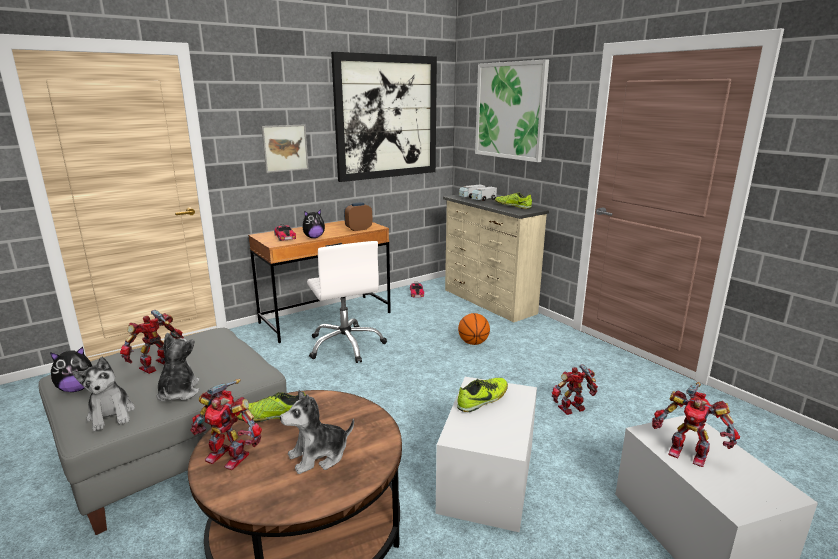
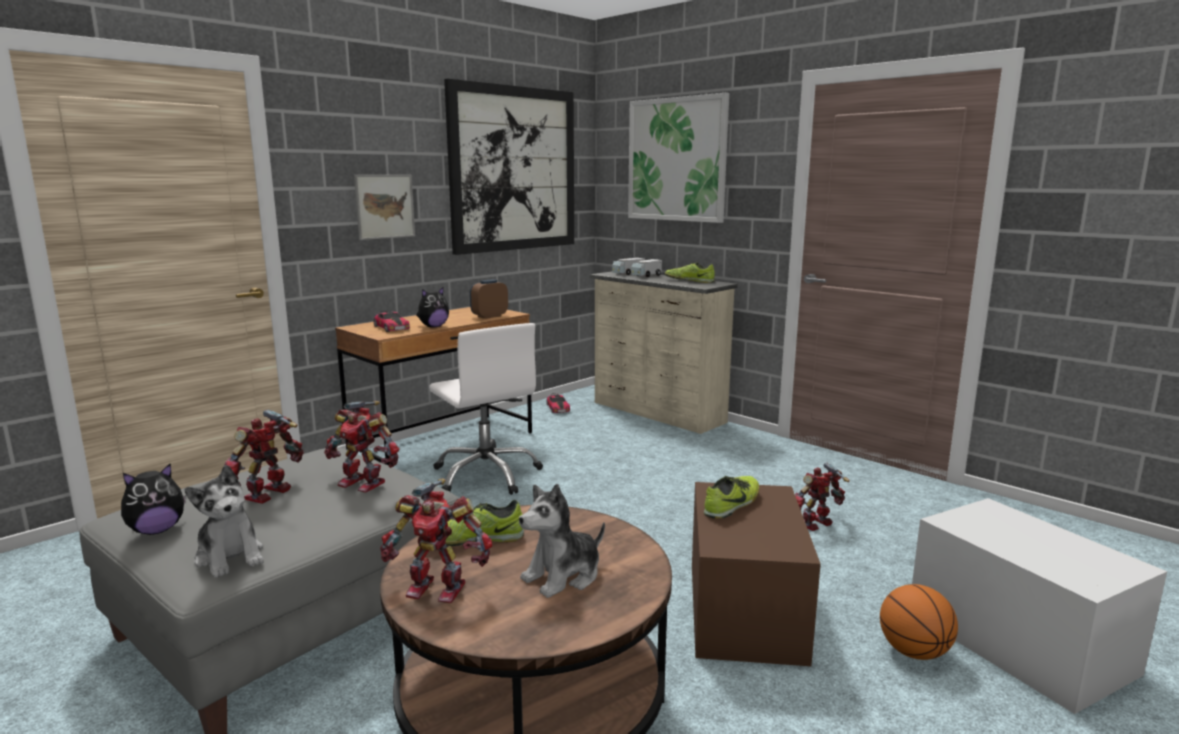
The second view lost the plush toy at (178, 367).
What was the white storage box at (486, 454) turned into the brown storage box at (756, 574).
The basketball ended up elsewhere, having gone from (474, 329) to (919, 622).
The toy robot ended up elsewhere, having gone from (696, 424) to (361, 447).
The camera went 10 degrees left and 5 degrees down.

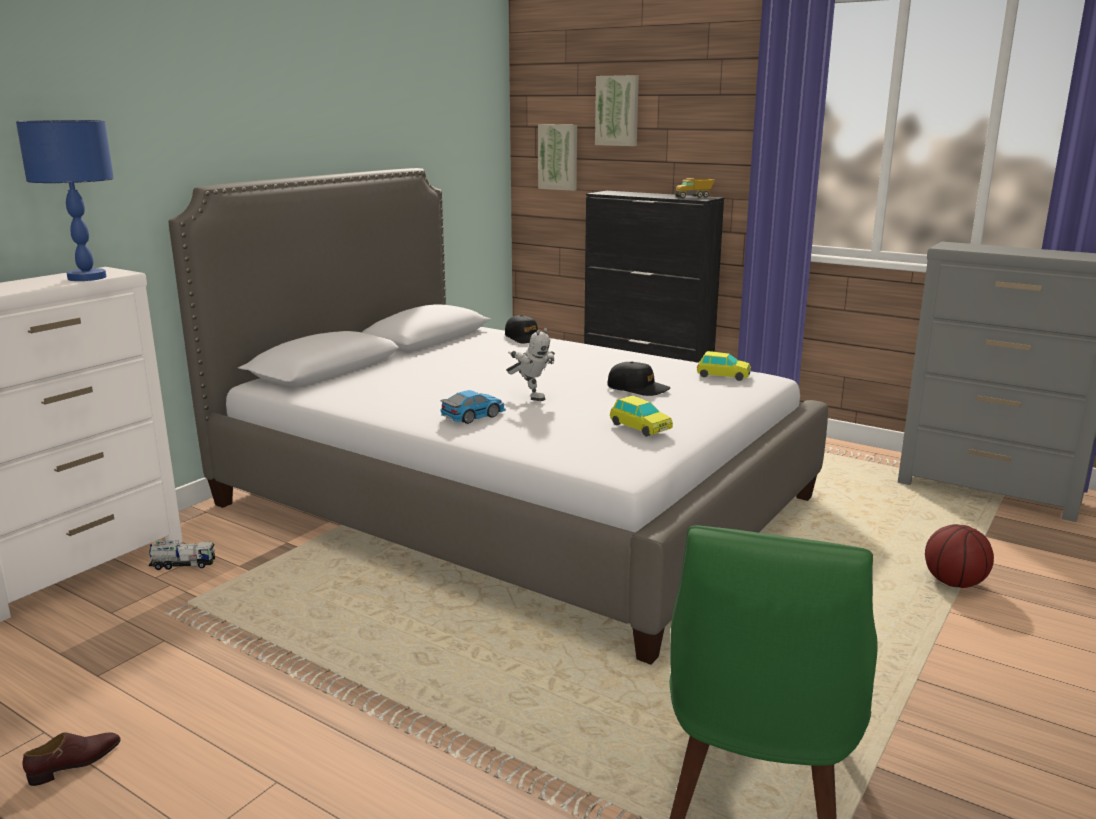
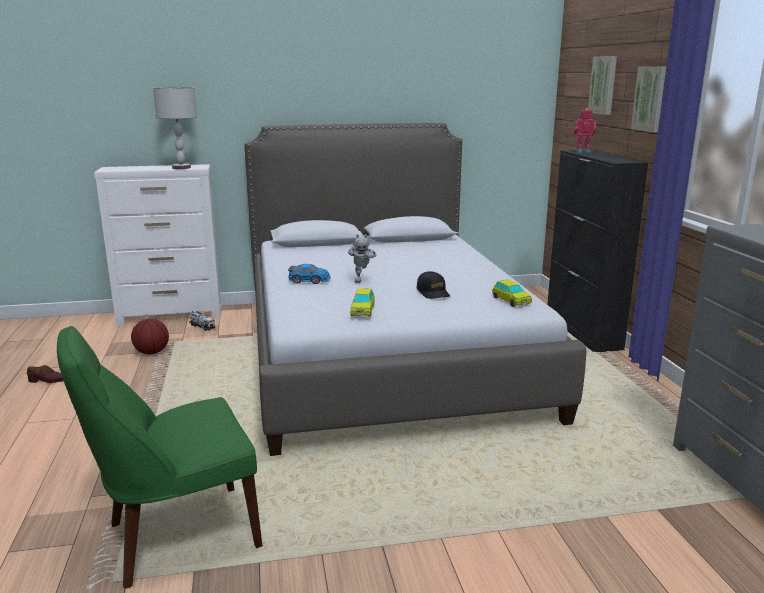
What was the blue table lamp at (65, 200) turned into the grey table lamp at (175, 128).
The second view lost the black cap at (521, 329).
The picture ended up elsewhere, having gone from (557, 157) to (648, 99).
The second view lost the toy truck at (695, 188).
The basketball ended up elsewhere, having gone from (959, 556) to (150, 337).
The second view gained the toy robot at (584, 130).
The camera went 45 degrees right and 0 degrees up.

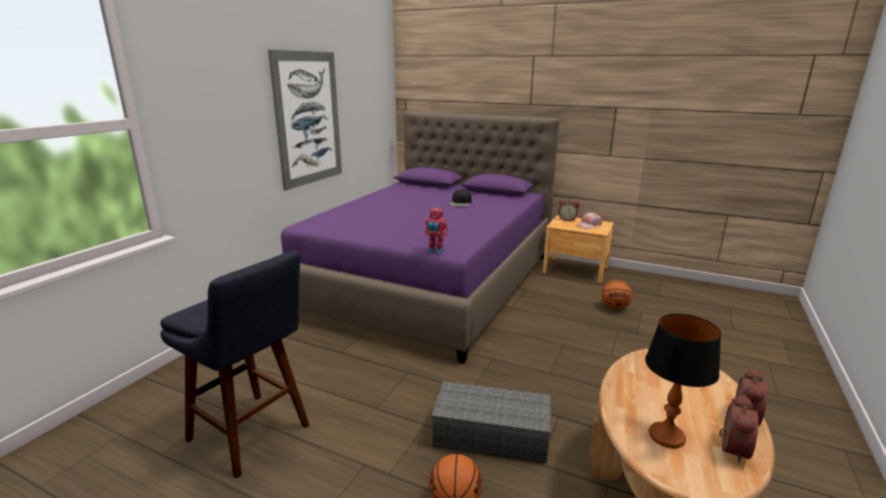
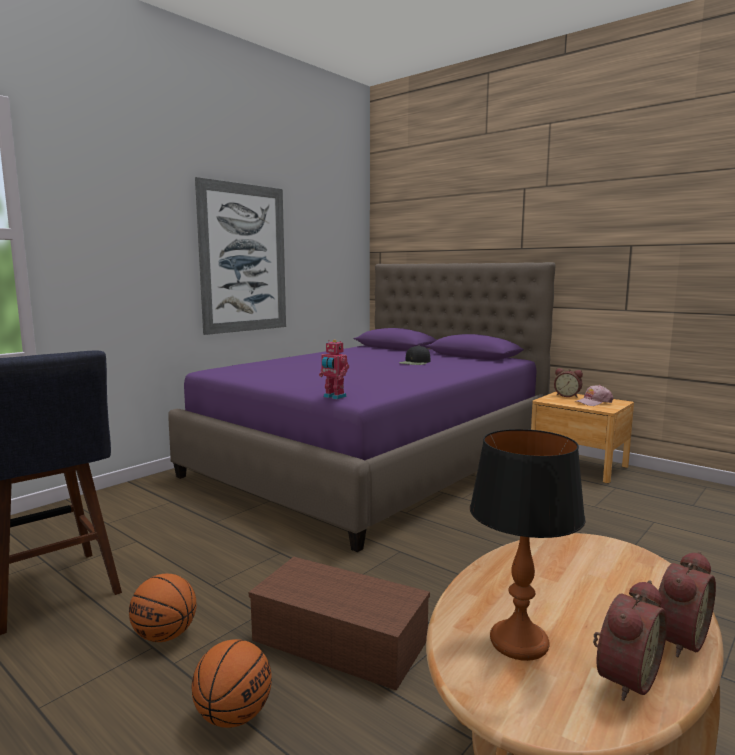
What was the grey storage box at (491, 422) turned into the brown storage box at (339, 624).
The basketball ended up elsewhere, having gone from (617, 294) to (163, 608).
The camera went 15 degrees right and 10 degrees down.

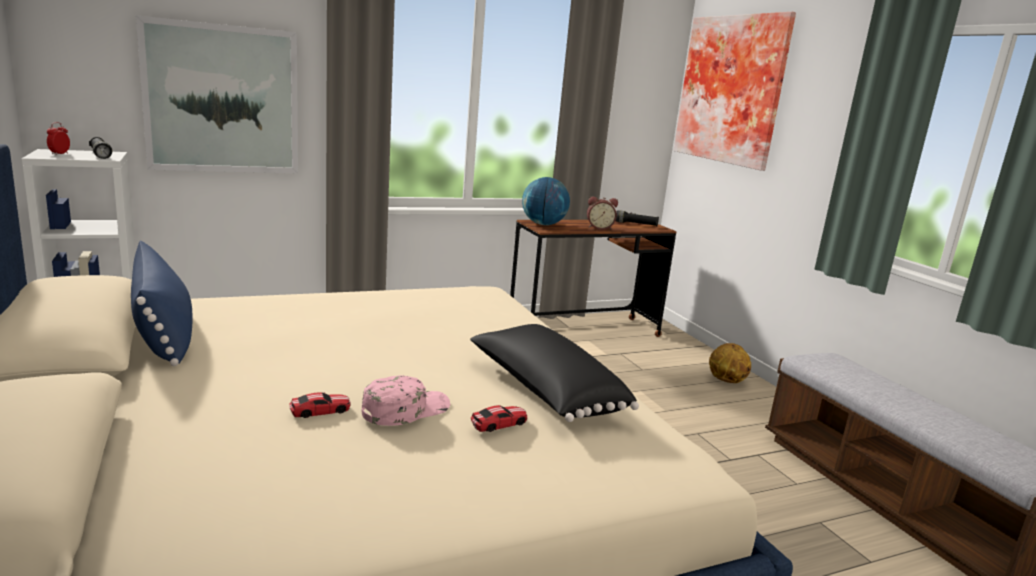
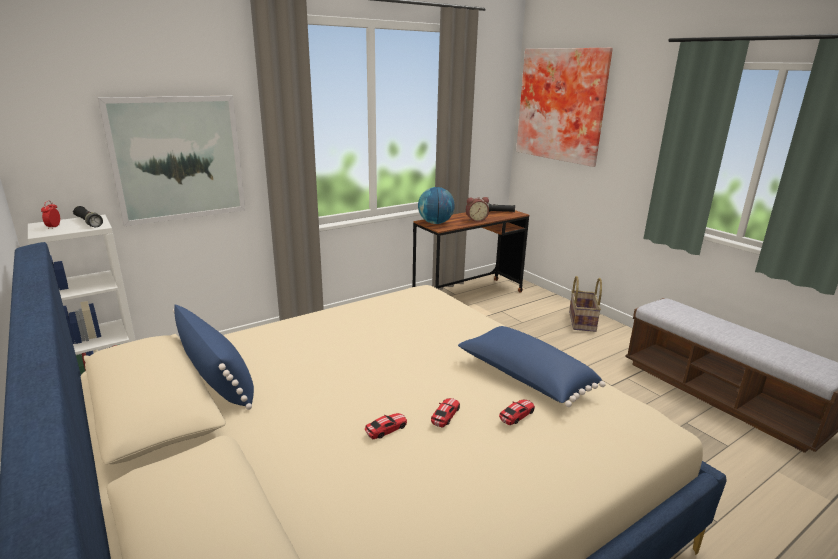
Where the pink cap stood at (406, 400), the toy car came to stand at (445, 413).
What was the black pillow at (554, 373) turned into the blue pillow at (532, 366).
Where the basketball stood at (730, 363), the basket came to stand at (585, 304).
The camera went 10 degrees left and 5 degrees up.

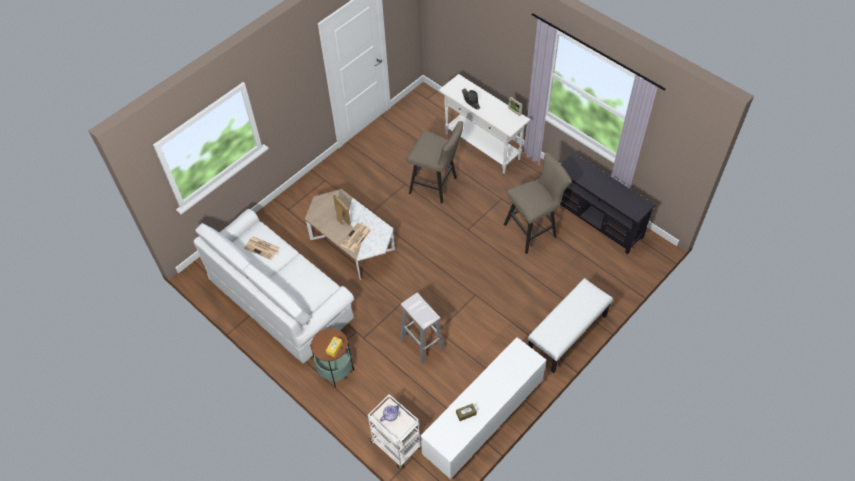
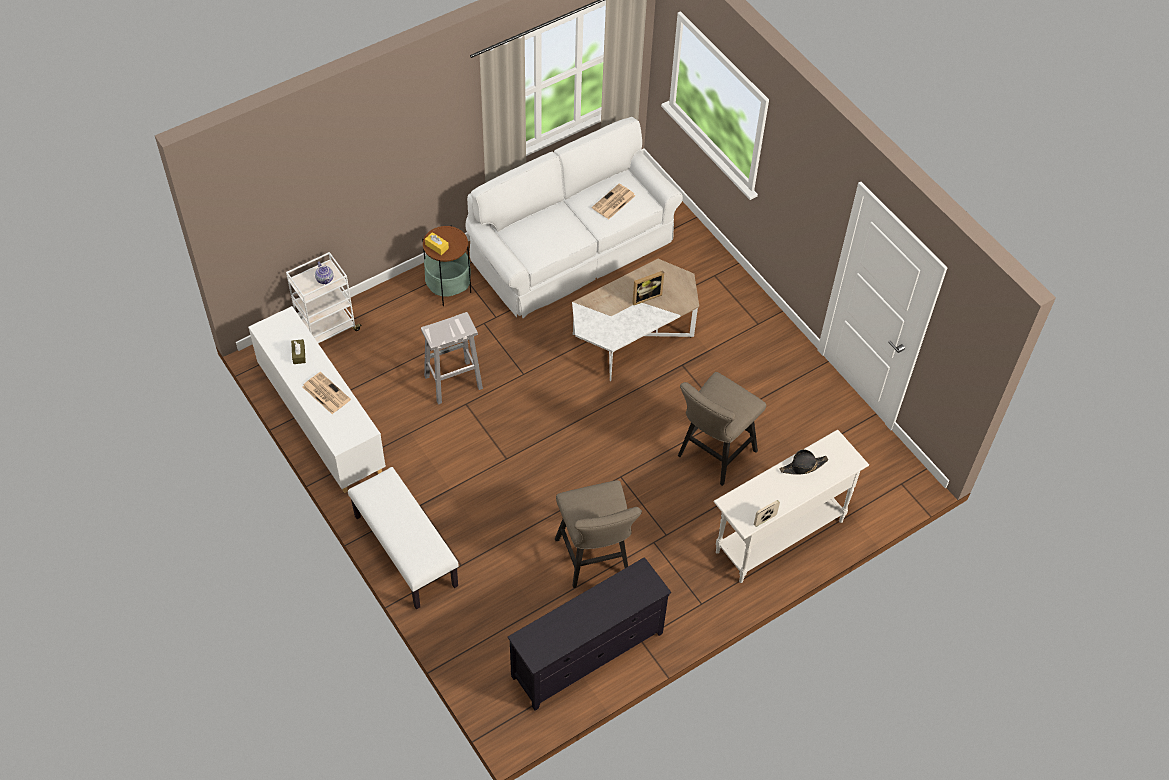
The newspaper ended up elsewhere, having gone from (355, 237) to (327, 393).
The camera went 100 degrees right and 0 degrees up.

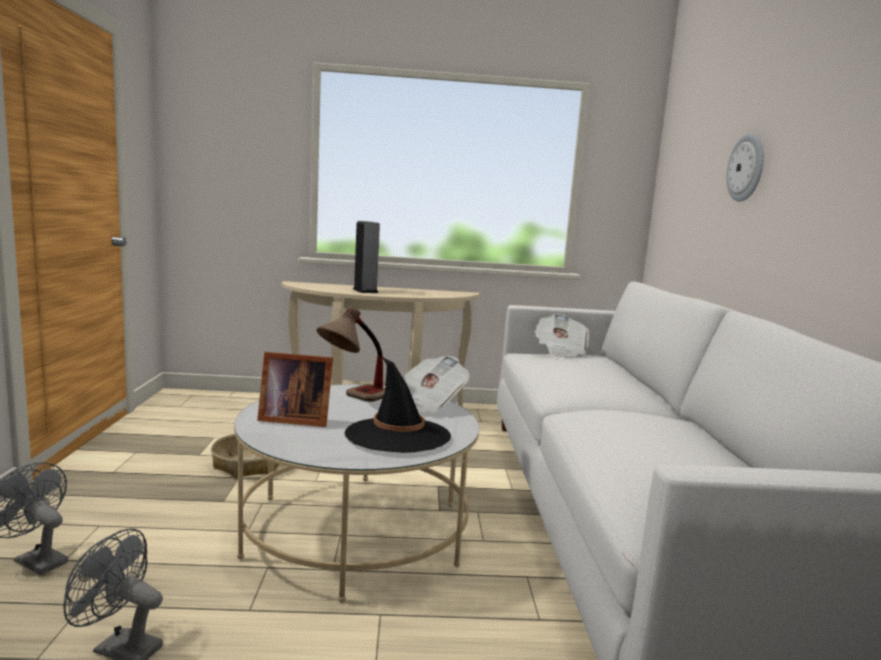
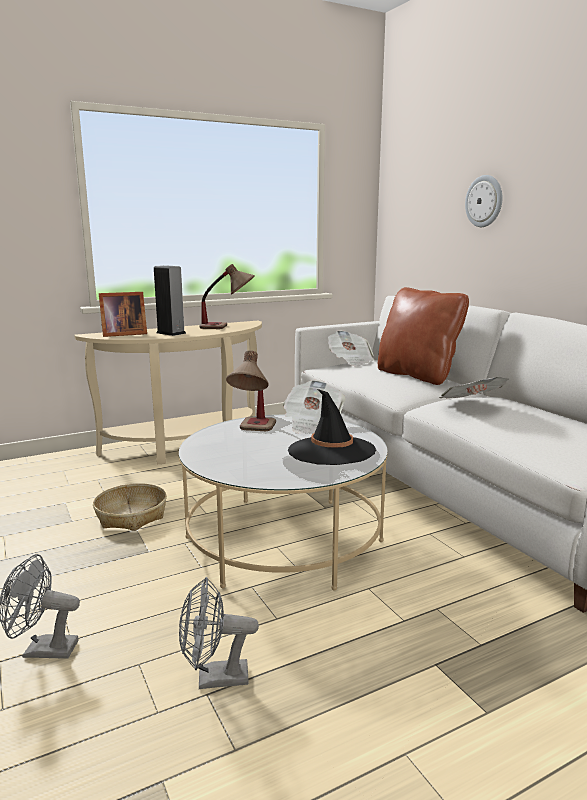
The picture frame ended up elsewhere, having gone from (295, 389) to (123, 314).
The second view gained the table lamp at (227, 296).
The second view gained the brown pillow at (423, 336).
The second view gained the newspaper at (474, 387).
The camera went 25 degrees left and 5 degrees up.

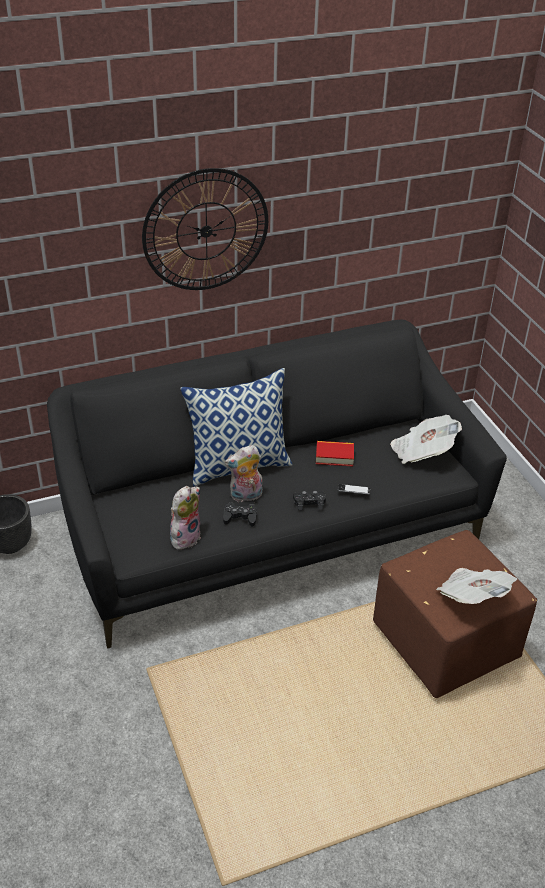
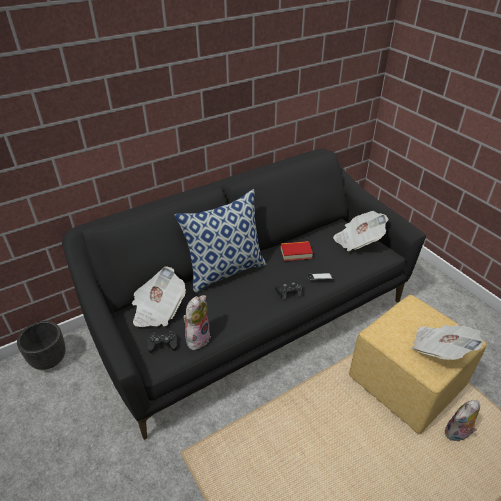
The second view lost the wall clock at (205, 229).
The black game controller ended up elsewhere, having gone from (240, 514) to (162, 342).
The plush toy ended up elsewhere, having gone from (243, 473) to (462, 421).
What was the brown ottoman at (455, 614) turned into the yellow ottoman at (418, 364).
The second view gained the newspaper at (159, 296).
The camera went 10 degrees left and 0 degrees up.

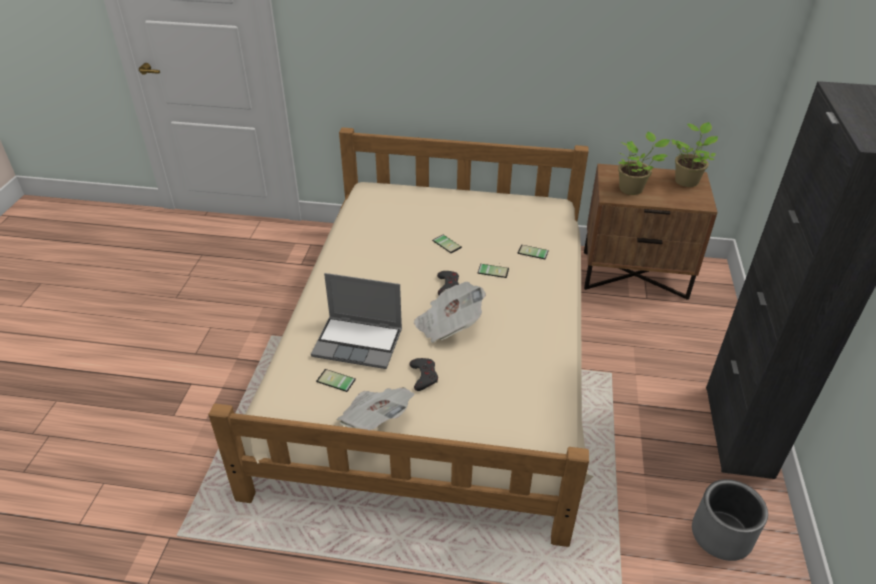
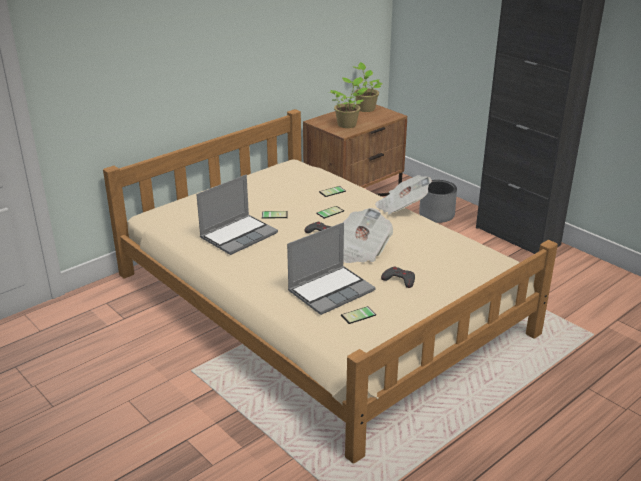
The newspaper ended up elsewhere, having gone from (375, 408) to (403, 194).
The grey planter ended up elsewhere, having gone from (730, 520) to (438, 201).
The second view gained the laptop at (237, 215).
The camera went 50 degrees left and 10 degrees down.

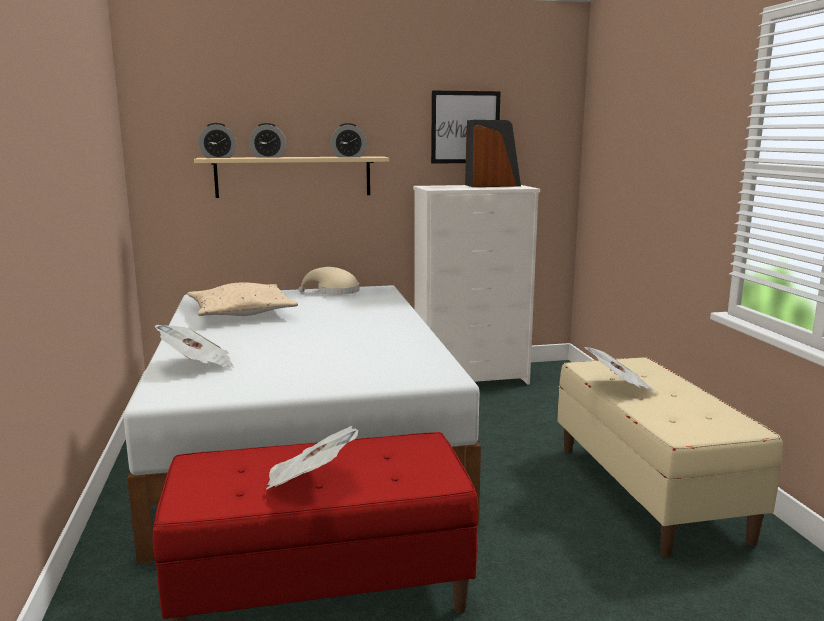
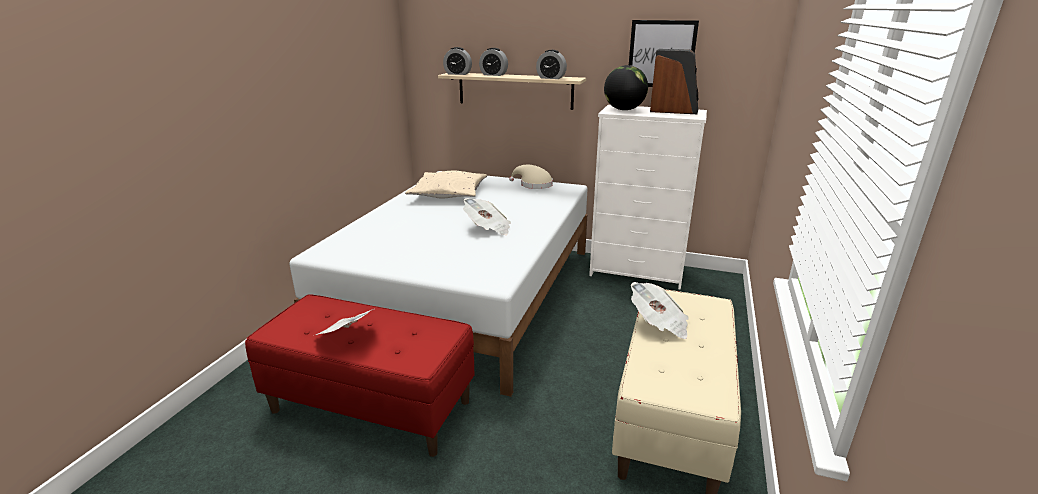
The newspaper ended up elsewhere, having gone from (194, 346) to (487, 216).
The second view gained the globe at (626, 87).
The camera went 30 degrees right and 10 degrees up.

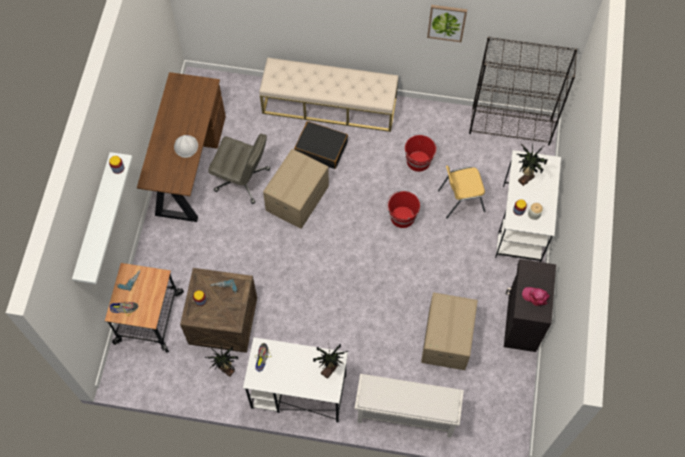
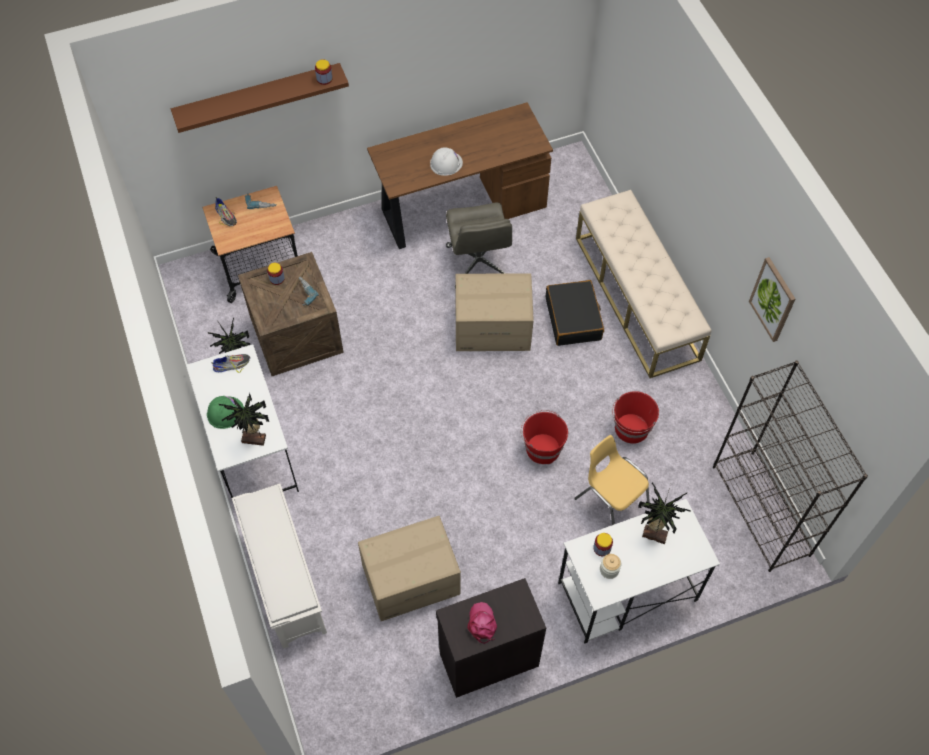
What was the white shelf at (102, 218) turned into the brown shelf at (260, 98).
The second view gained the green hard hat at (225, 412).
The camera went 60 degrees right and 5 degrees down.

